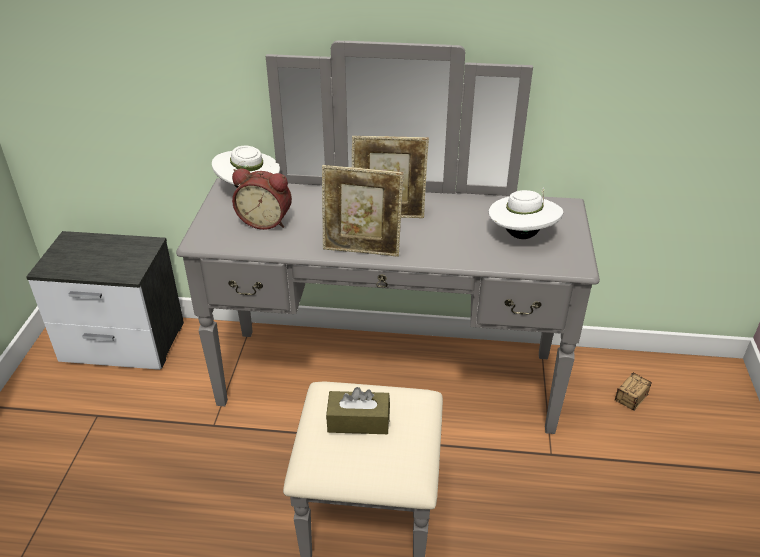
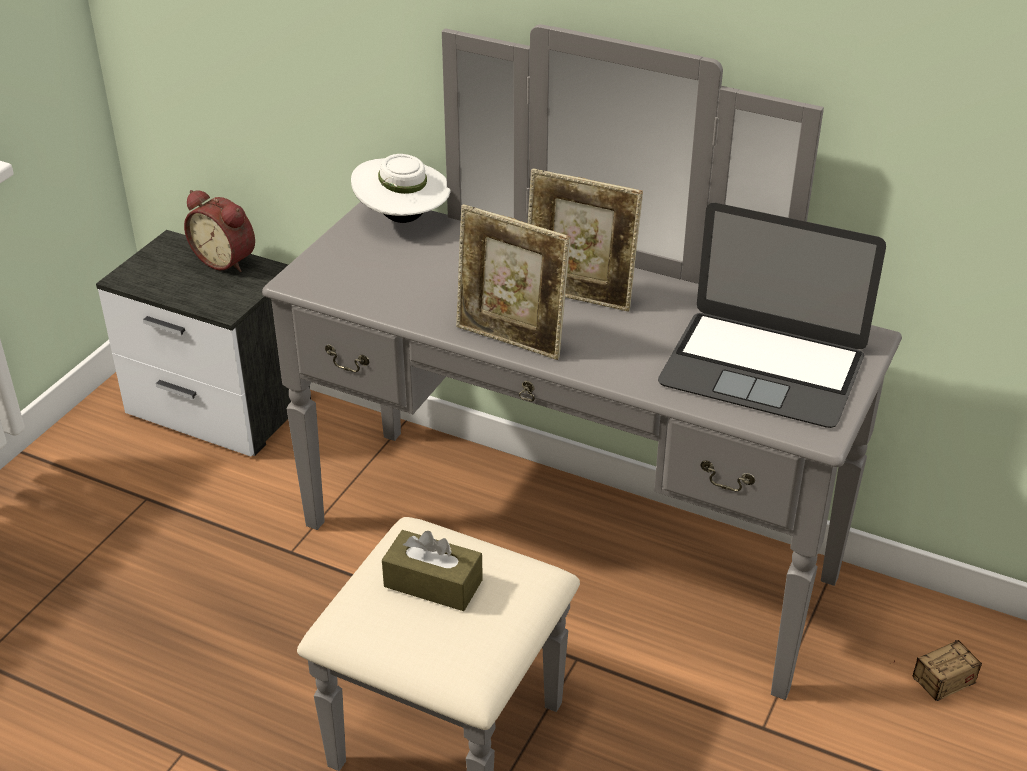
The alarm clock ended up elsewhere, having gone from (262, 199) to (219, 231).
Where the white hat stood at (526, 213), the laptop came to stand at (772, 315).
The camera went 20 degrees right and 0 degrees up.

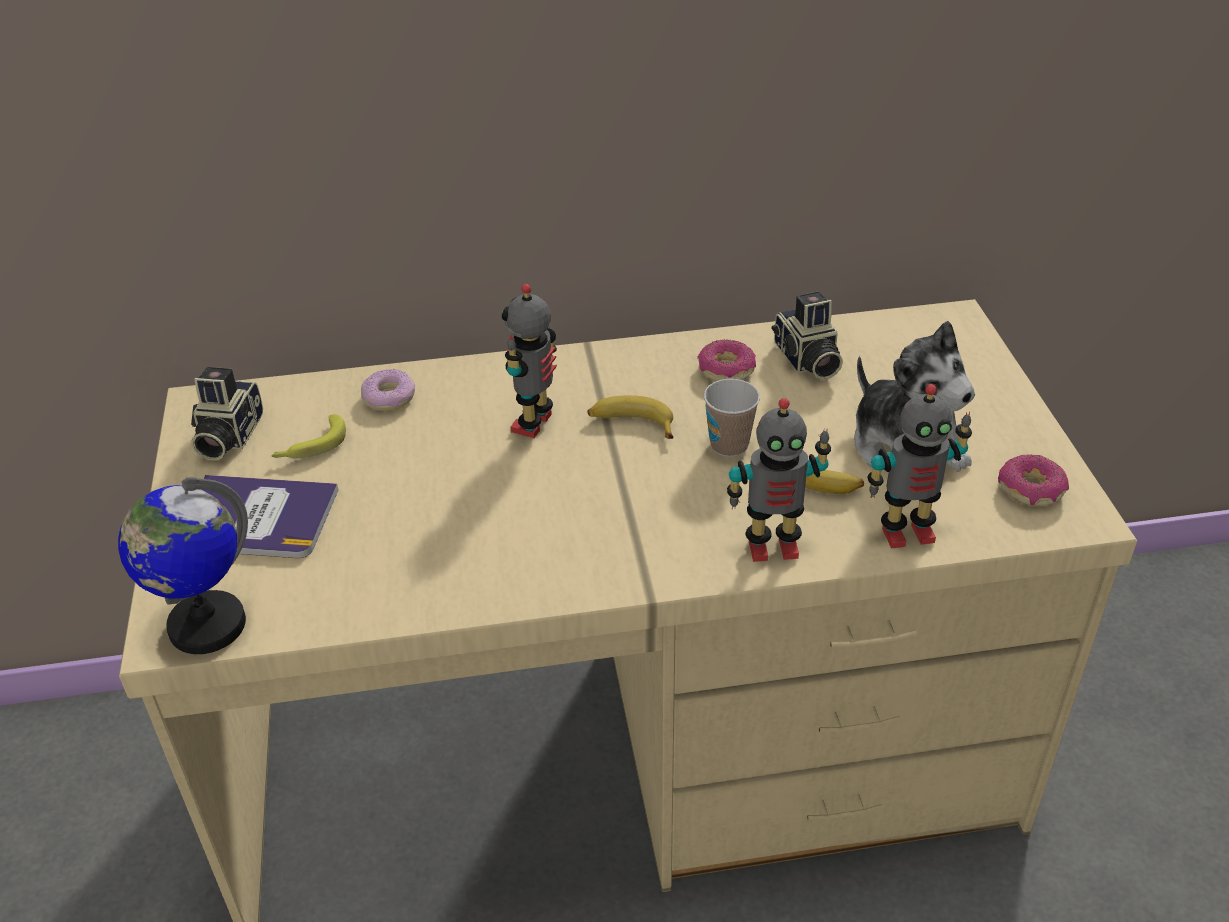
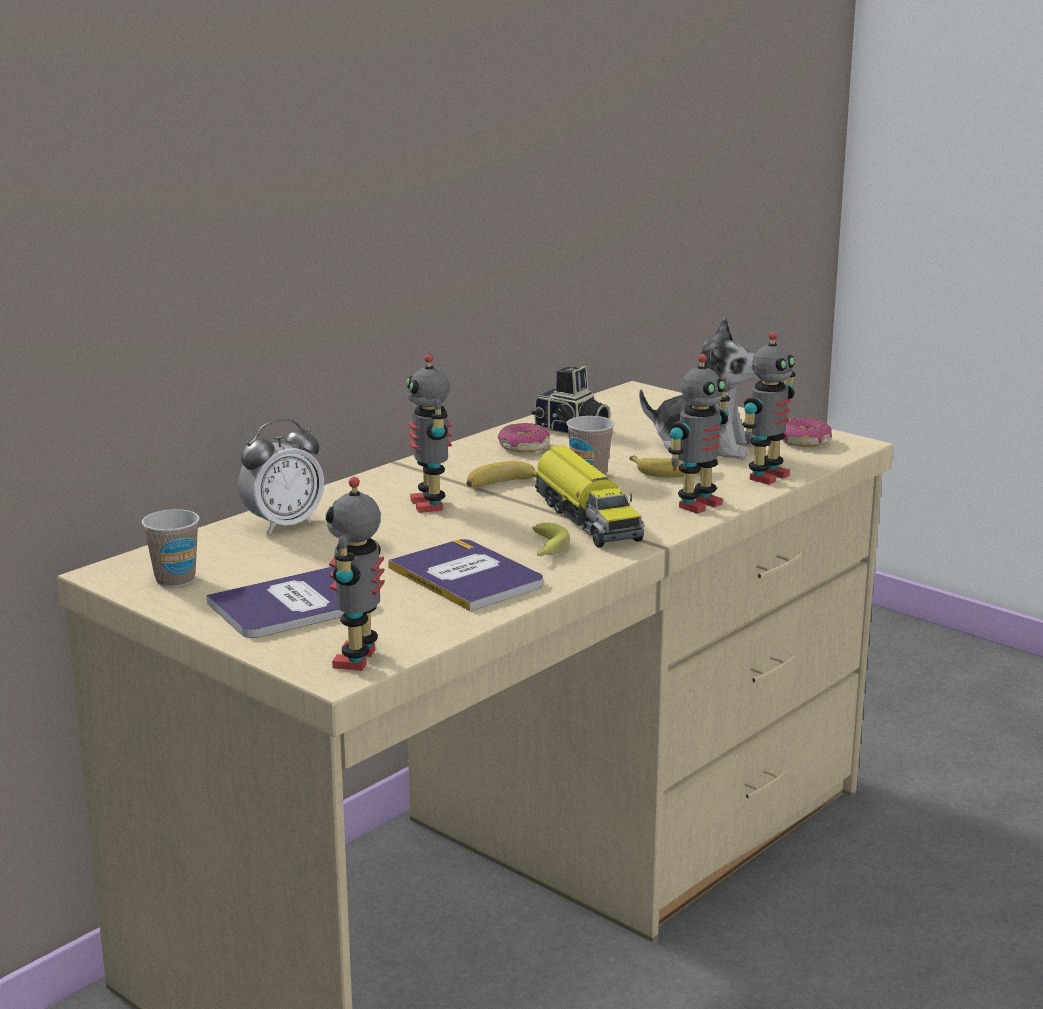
Where the globe stood at (183, 565), the toy robot came to stand at (355, 574).
Where the photo camera stood at (227, 413), the cup came to stand at (171, 548).
The banana ended up elsewhere, having gone from (309, 436) to (551, 540).
Where the donut stood at (388, 390), the alarm clock came to stand at (281, 476).
The second view gained the book at (465, 575).
The second view gained the toy truck at (590, 496).
The camera went 40 degrees left and 20 degrees down.

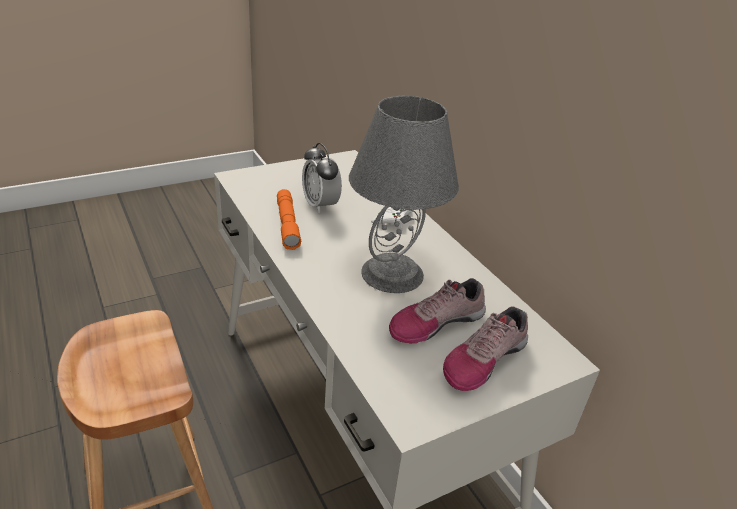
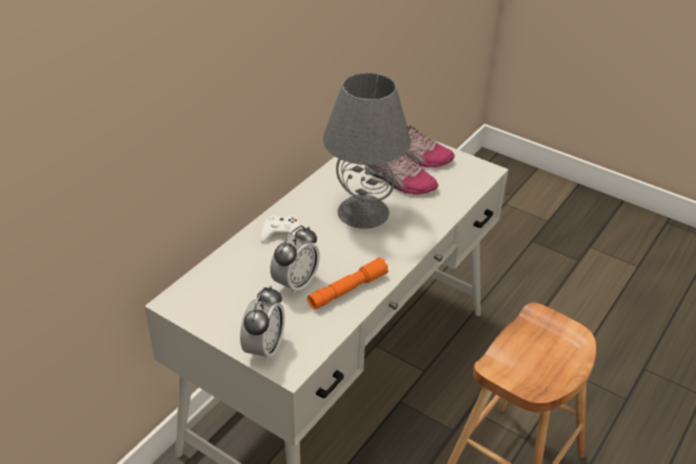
The second view gained the alarm clock at (262, 324).
The camera went 115 degrees left and 5 degrees up.

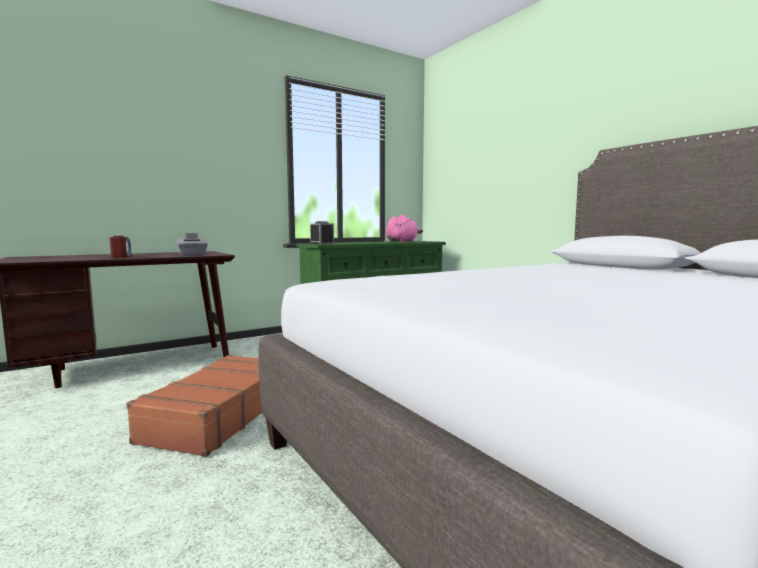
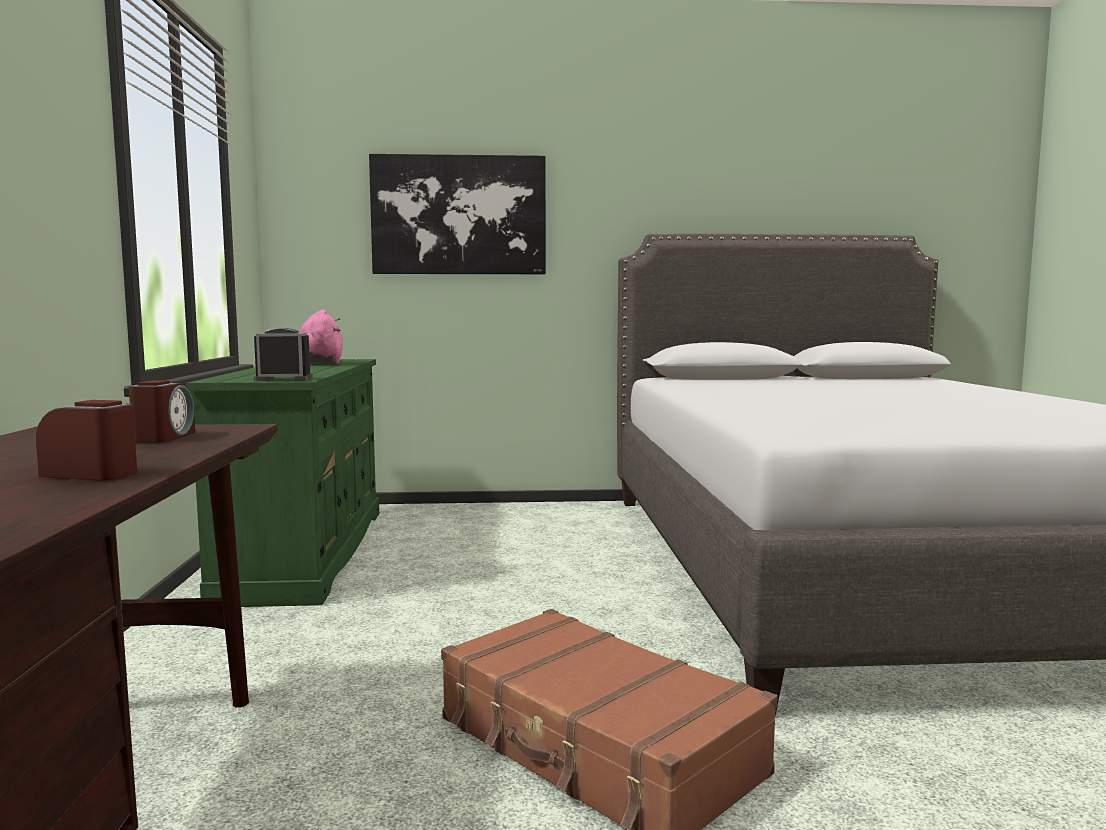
Where the grey tissue box stood at (192, 244), the alarm clock came to stand at (162, 411).
The second view gained the picture at (457, 214).
The camera went 60 degrees left and 0 degrees up.

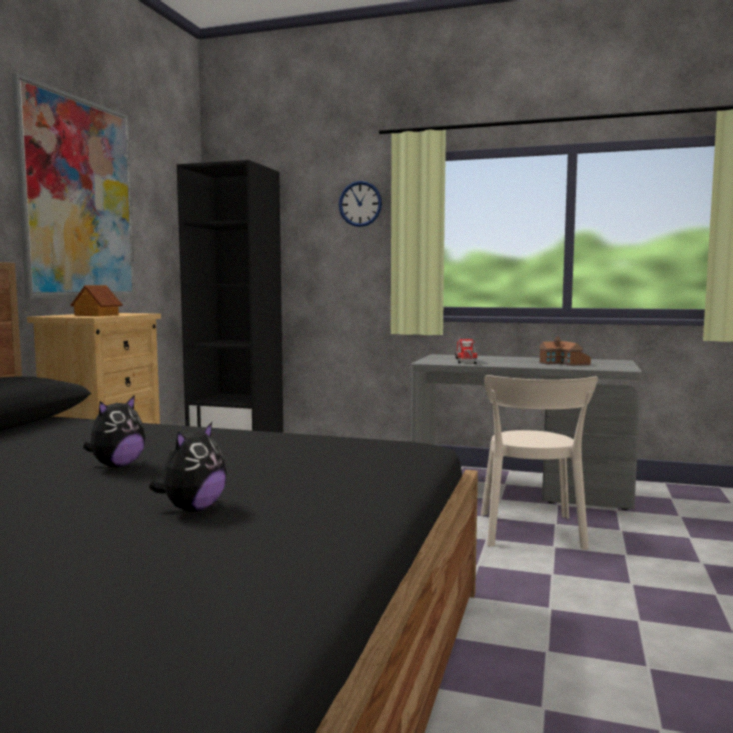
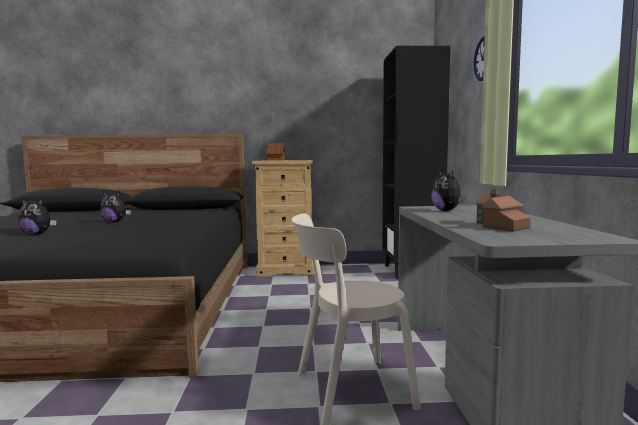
The second view lost the picture at (73, 186).
Where the toy truck stood at (466, 349), the plush toy came to stand at (448, 190).
The camera went 70 degrees right and 0 degrees up.

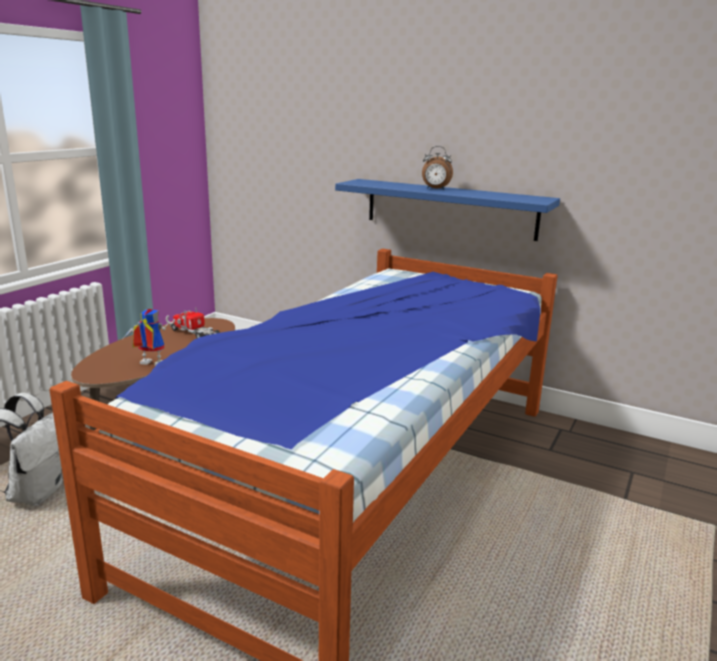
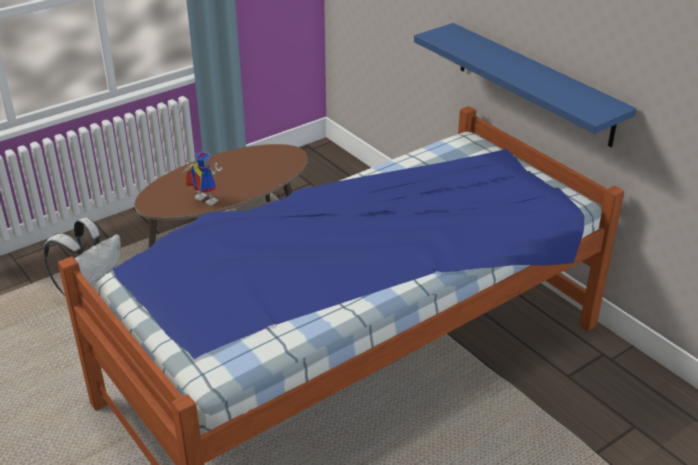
The second view lost the toy truck at (195, 322).
The second view lost the alarm clock at (437, 168).
The camera went 25 degrees right and 15 degrees up.

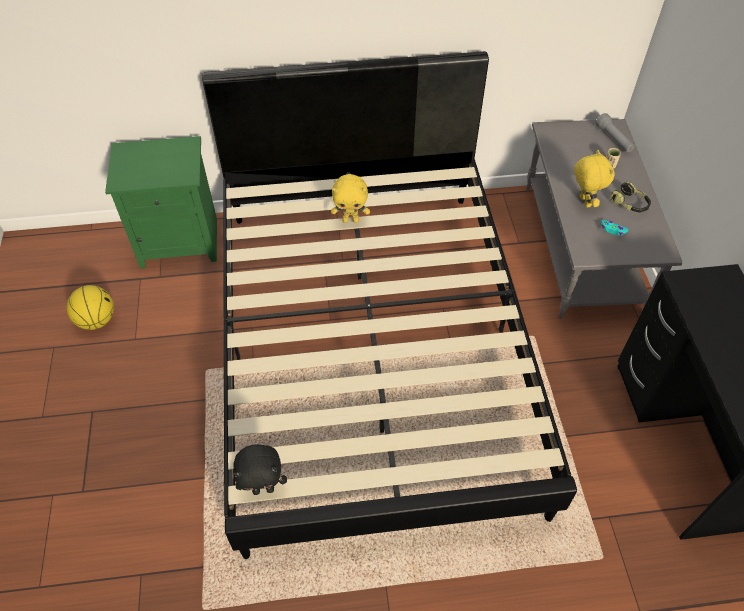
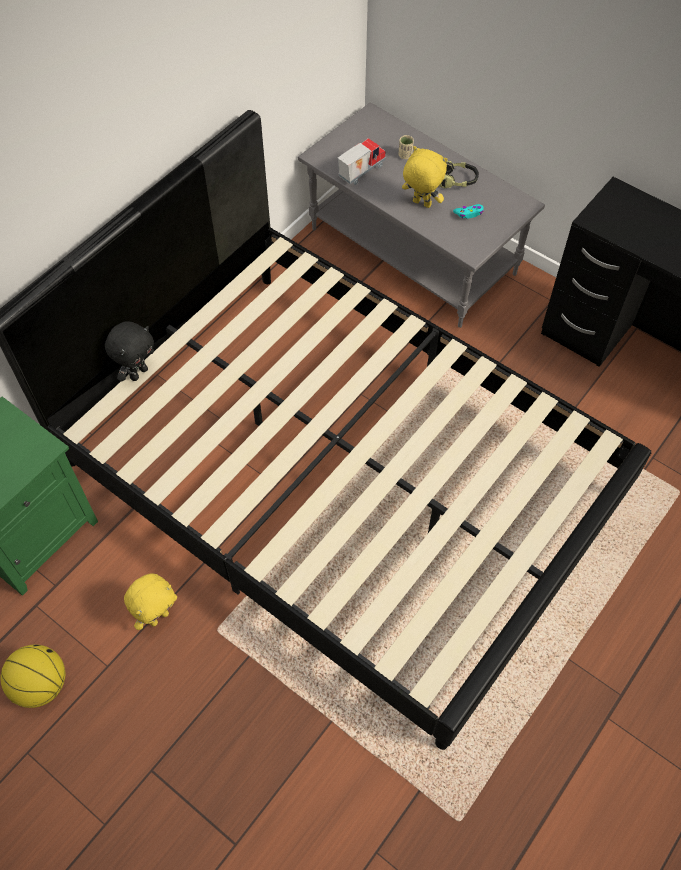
The black plush toy ended up elsewhere, having gone from (260, 470) to (129, 351).
The yellow plush toy ended up elsewhere, having gone from (350, 198) to (150, 601).
The second view lost the grey flashlight at (614, 132).
The second view gained the toy truck at (362, 161).
The camera went 45 degrees left and 5 degrees up.

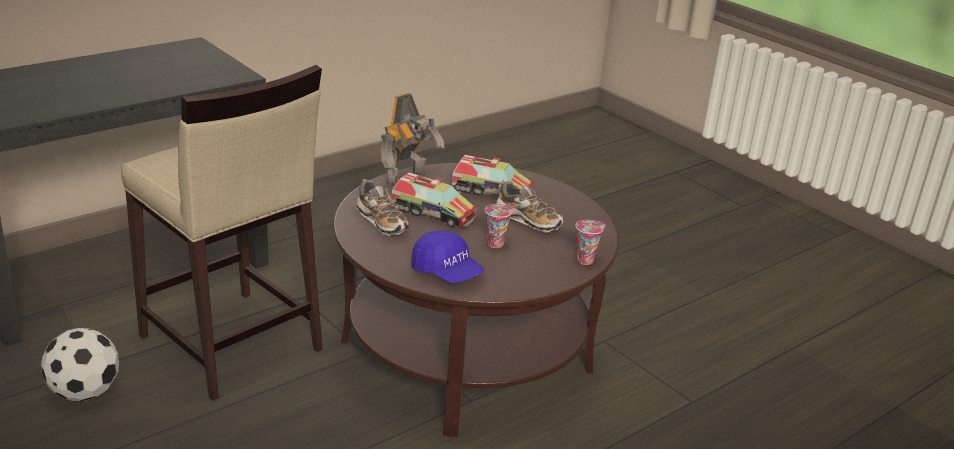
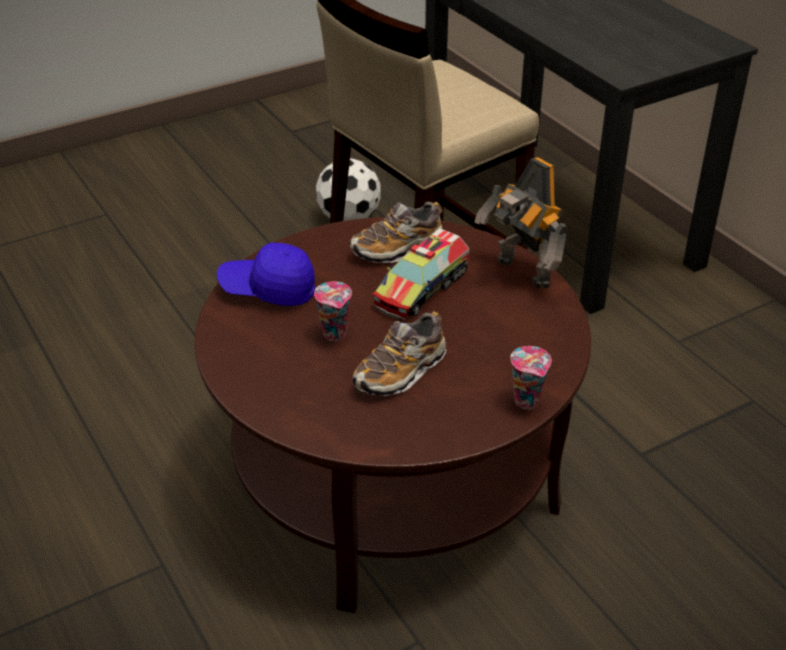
The blue cap at (448, 257) ended up facing another way, 45 degrees clockwise from before.
The second view lost the toy truck at (492, 175).
The cup ended up elsewhere, having gone from (590, 242) to (531, 378).
The camera went 100 degrees right and 10 degrees up.

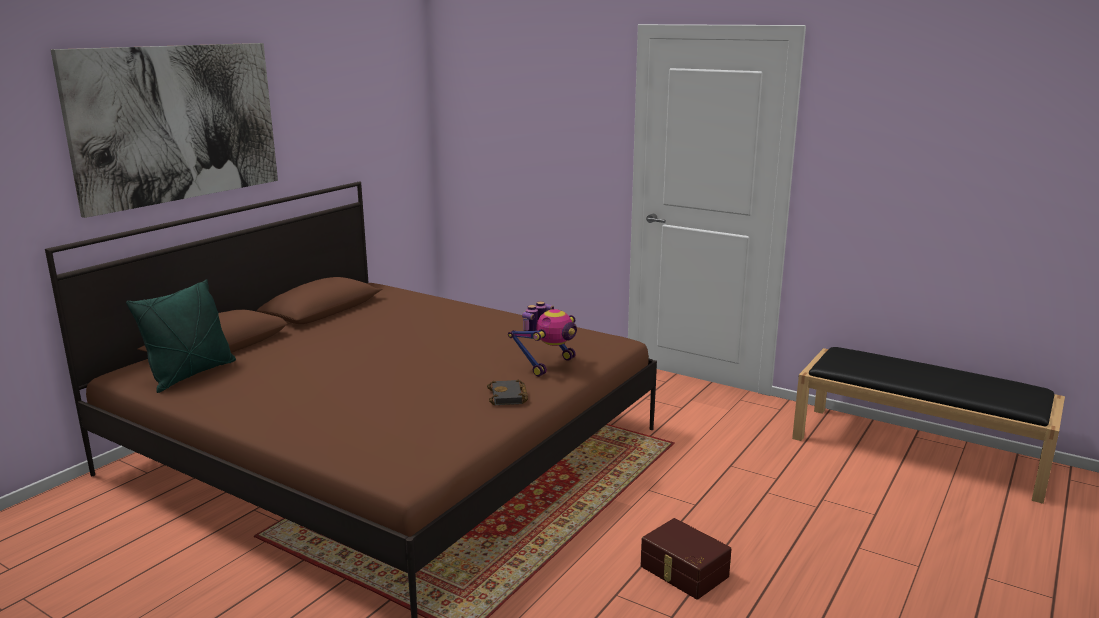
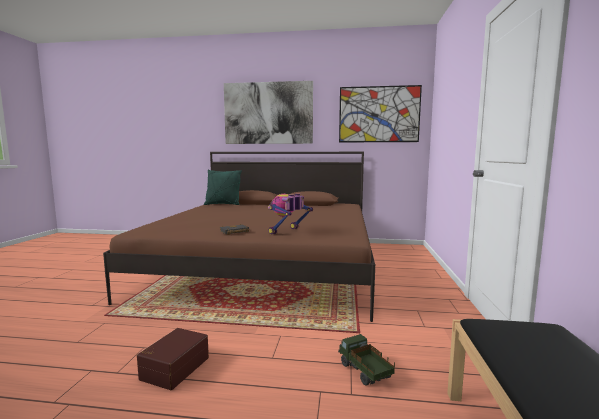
The toy robot at (542, 339) ended up facing another way, 120 degrees clockwise from before.
The second view gained the toy truck at (366, 359).
The second view gained the picture at (380, 113).
The camera went 65 degrees right and 10 degrees down.

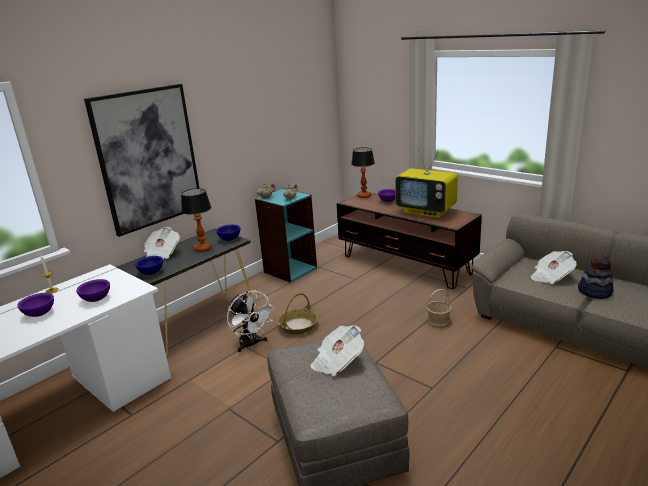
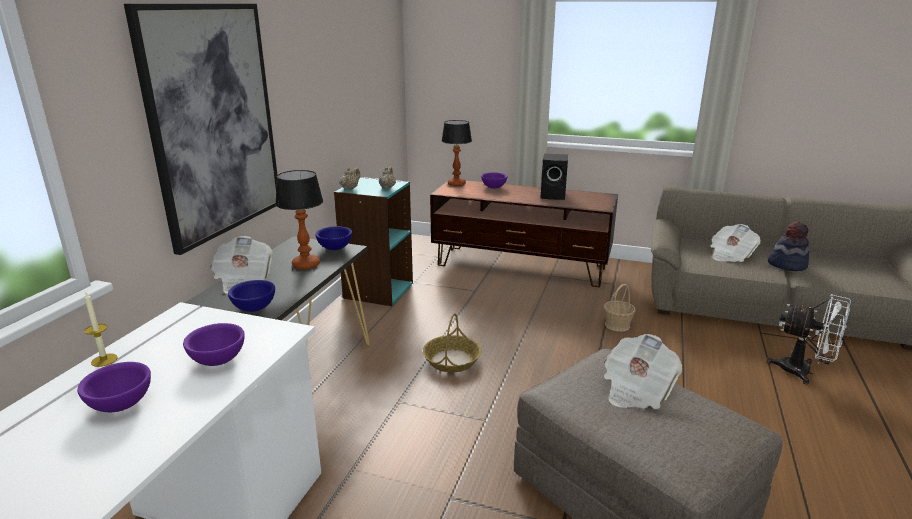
The white fan ended up elsewhere, having gone from (250, 321) to (808, 339).
Where the television stood at (426, 183), the black speaker came to stand at (554, 177).
The camera went 25 degrees left and 0 degrees up.

